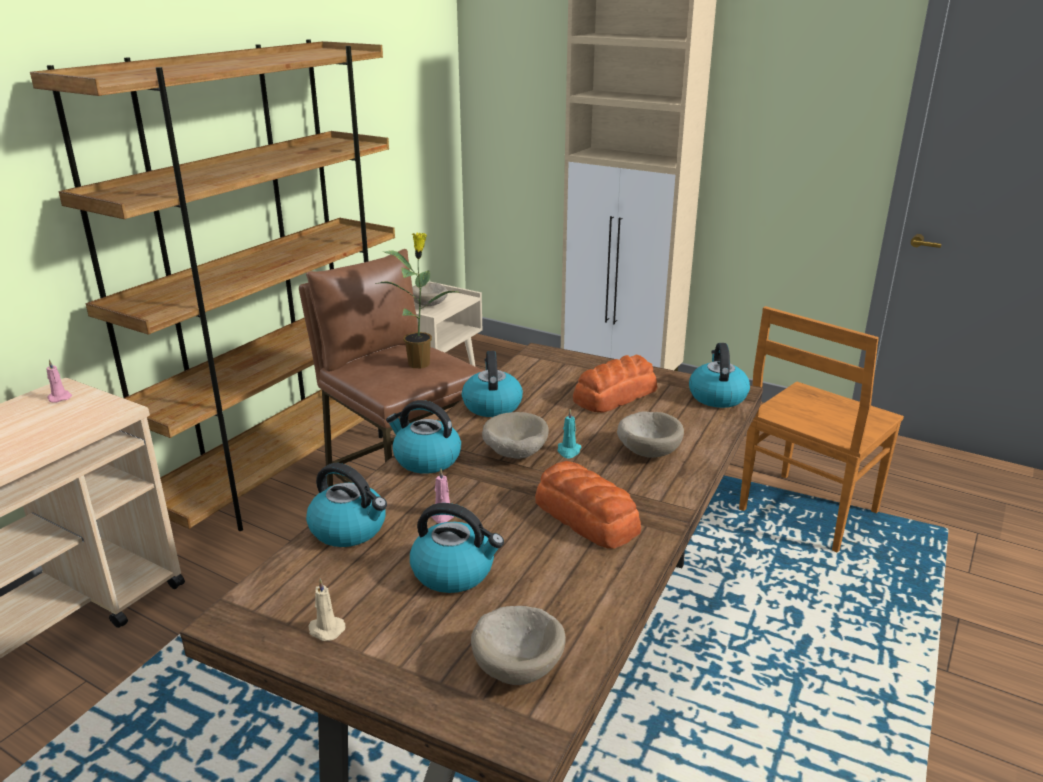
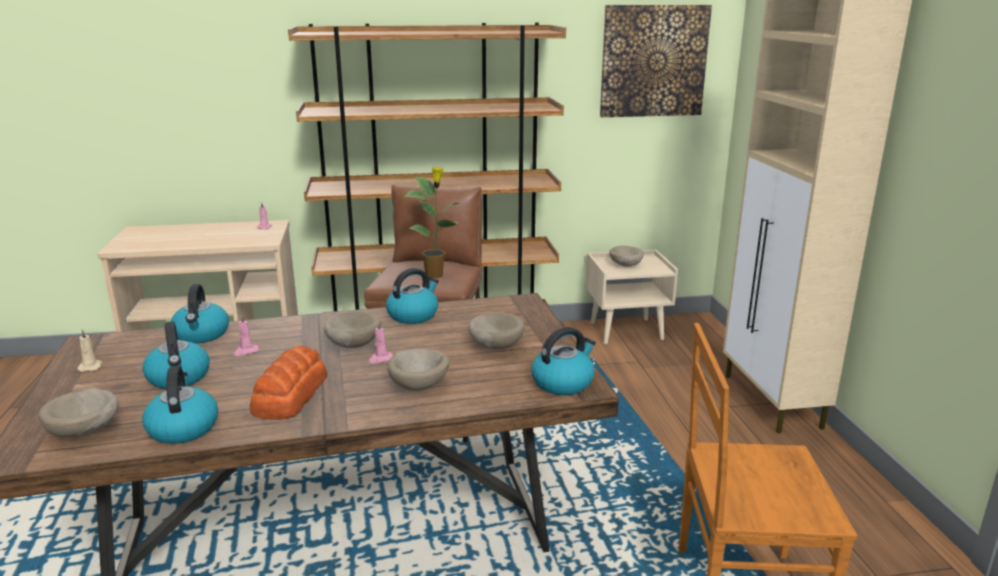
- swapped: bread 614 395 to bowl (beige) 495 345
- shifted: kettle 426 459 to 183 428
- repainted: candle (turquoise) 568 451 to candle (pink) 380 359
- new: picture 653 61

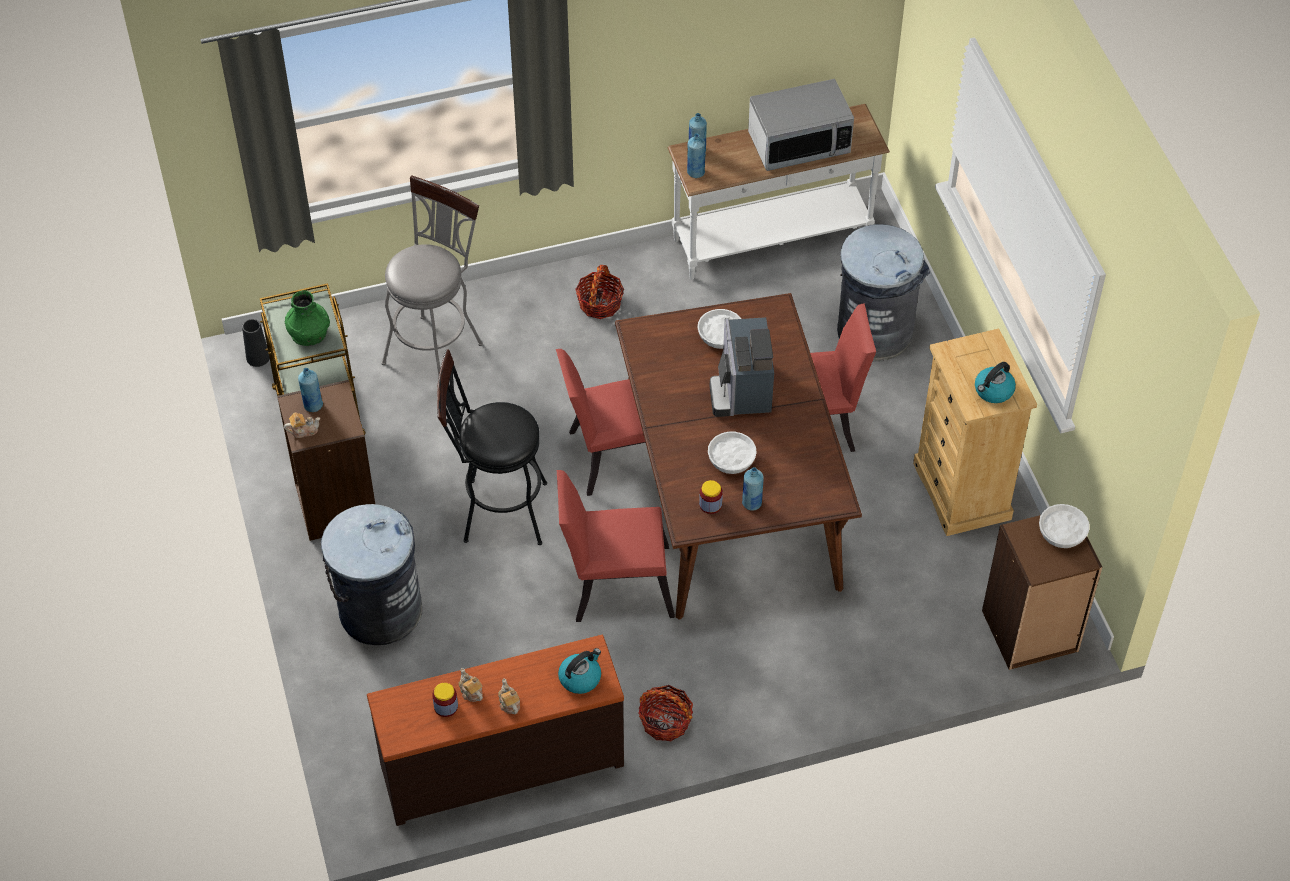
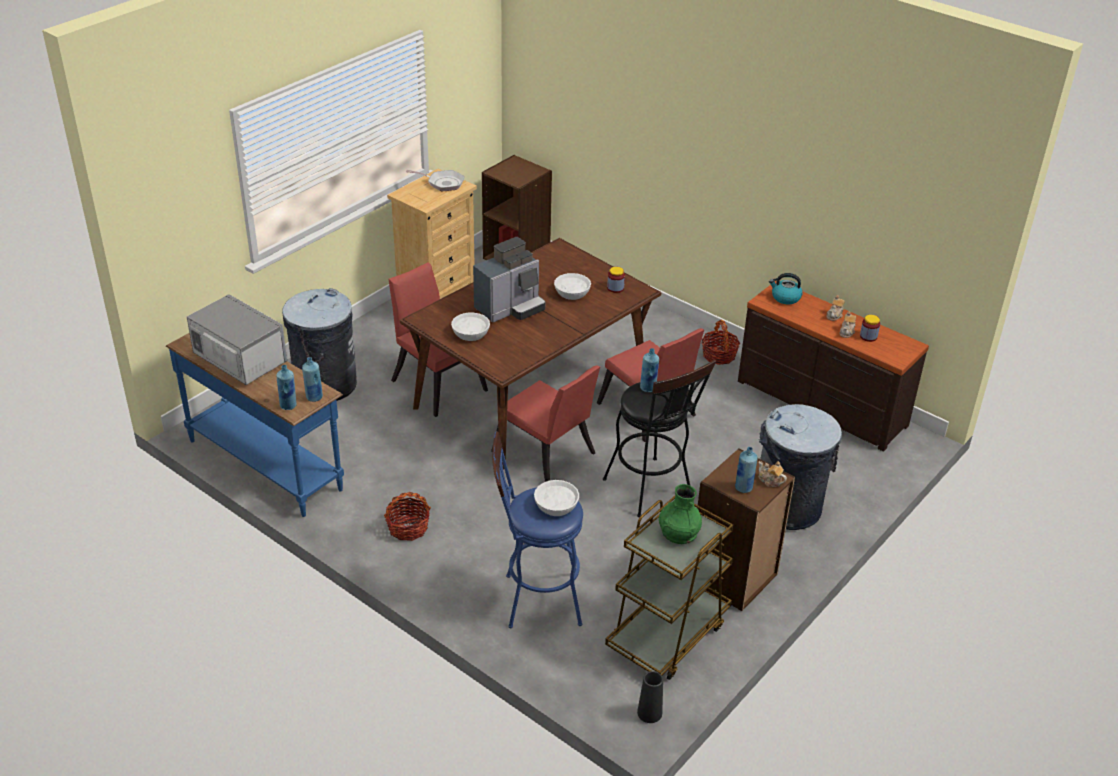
- repainted: console table (white) 772 241 to console table (blue) 266 464
- repainted: stool (grey) 437 347 to stool (blue) 535 600
- swapped: kettle 993 391 to frying pan 443 183
- shifted: bottle (blue) 751 503 to 648 388
- shifted: bowl (white) 1062 532 to 555 505

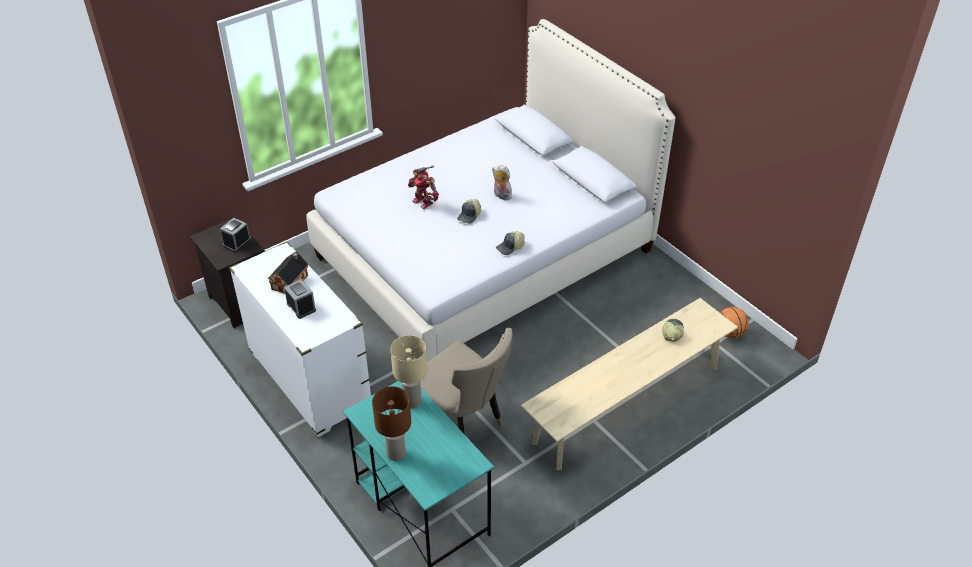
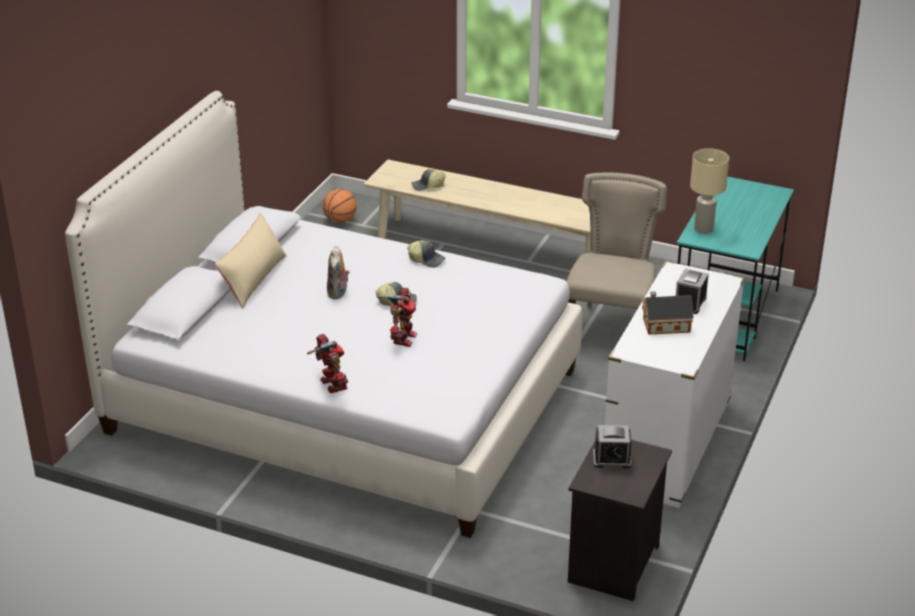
- gone: table lamp (brown) 395 453
- new: pillow (beige) 253 279
- new: toy robot 331 385

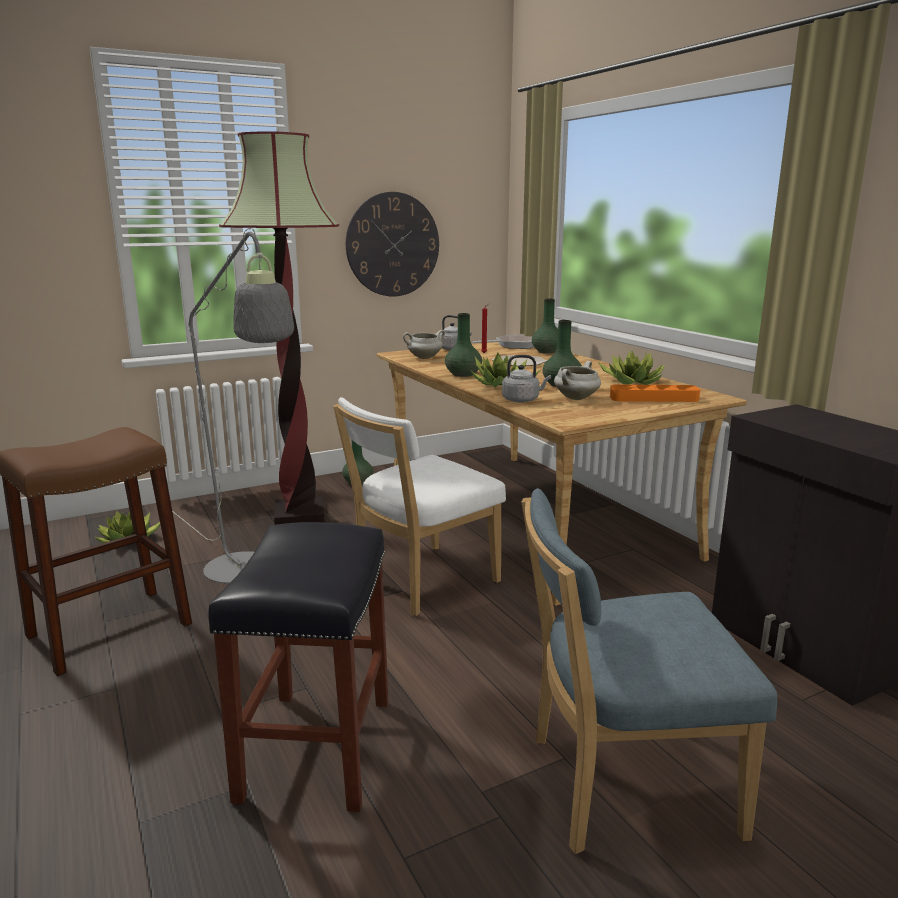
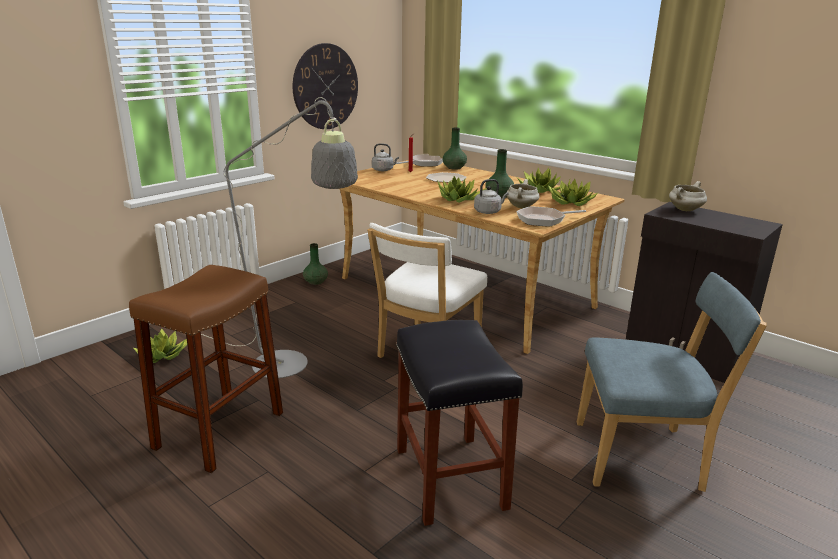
- gone: floor lamp 300 516
- gone: vase (green) 463 374
- shifted: cooking pot (white) 424 358 to 685 210
- swapped: tray (orange) 654 398 to potted plant 569 202
- rotated: chair (blue) 621 785 = 644 457 150 degrees counterclockwise
- new: frying pan 544 220

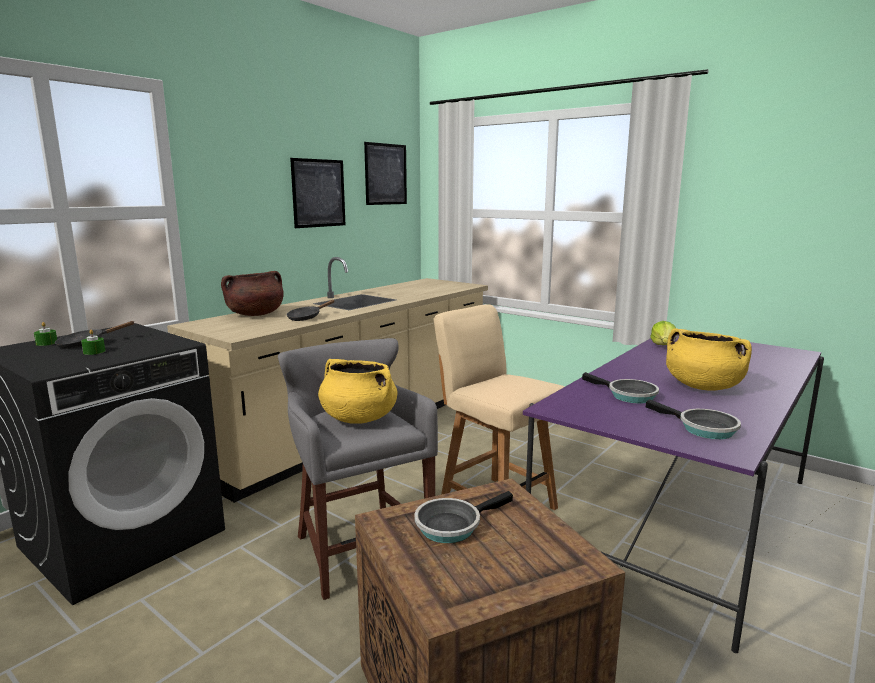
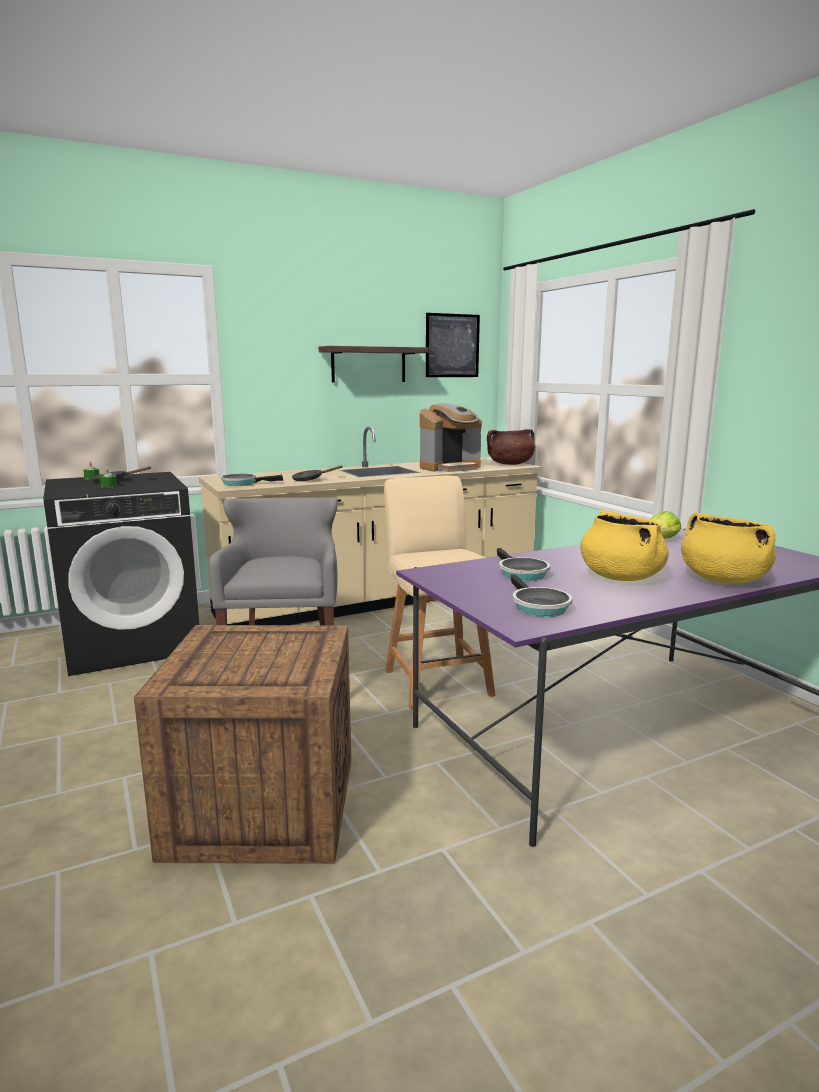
- swapped: picture 318 193 to shelf 368 364
- shifted: cooking pot (brown) 255 314 to 510 464
- shifted: cooking pot (yellow) 358 418 to 722 579
- shifted: frying pan 452 525 to 242 483
- new: coffee machine 450 468

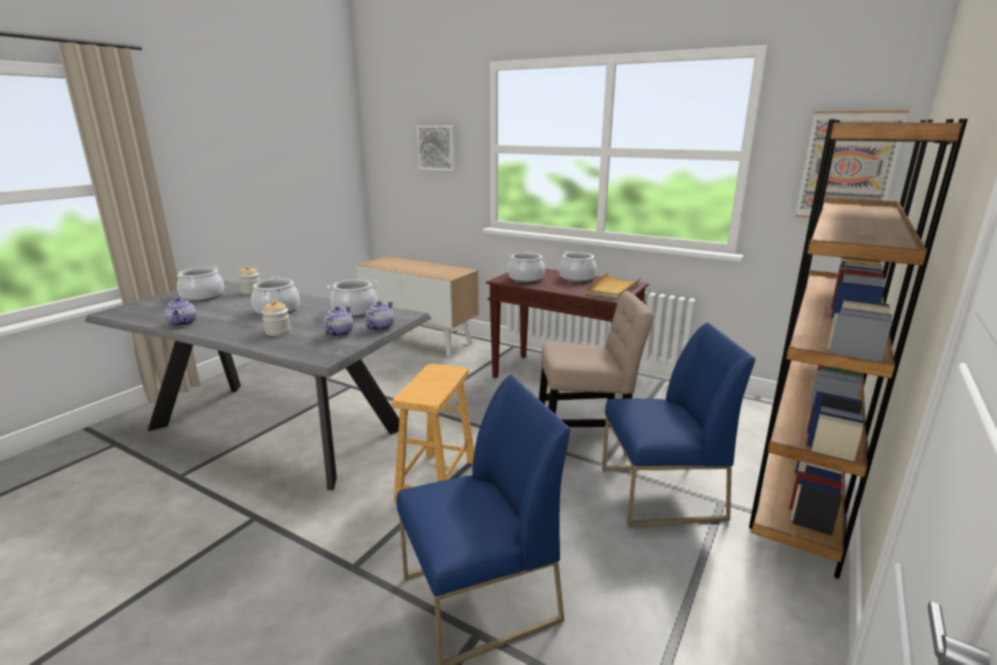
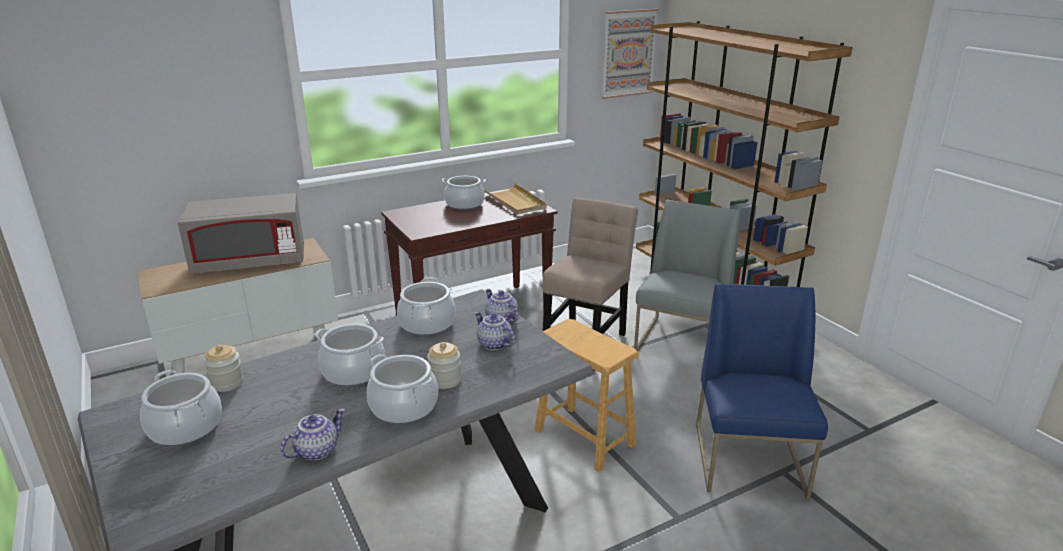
- gone: picture 437 147
- shifted: cooking pot 525 278 to 403 407
- rotated: teapot 183 323 = 316 450 60 degrees counterclockwise
- repainted: chair (blue) 660 494 to chair (grey) 681 342
- new: microwave (grey) 251 262

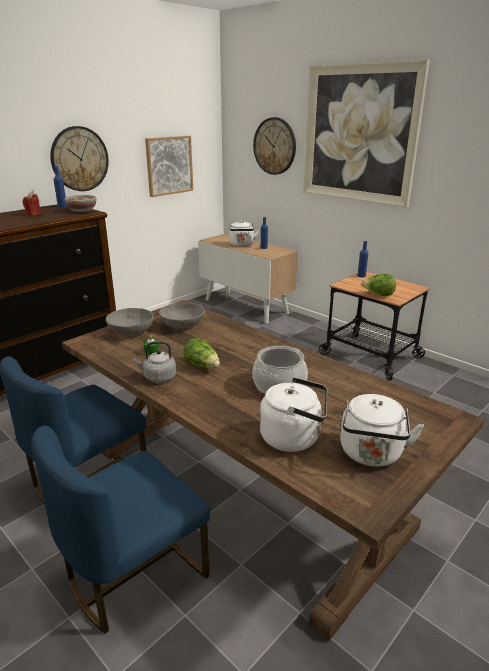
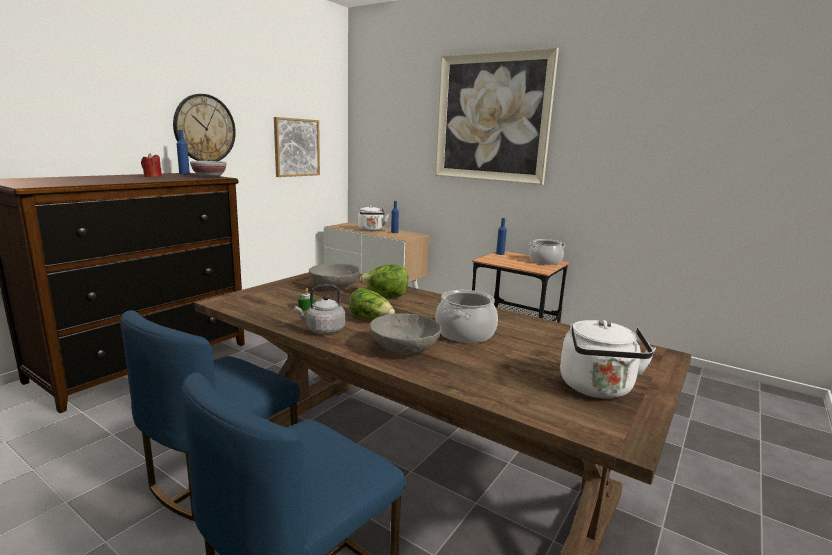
- gone: wall clock 274 146
- shifted: lettuce 378 295 to 385 296
- shifted: bowl (grey) 131 331 to 404 348
- gone: kettle (white) 294 437
- new: cooking pot 545 261

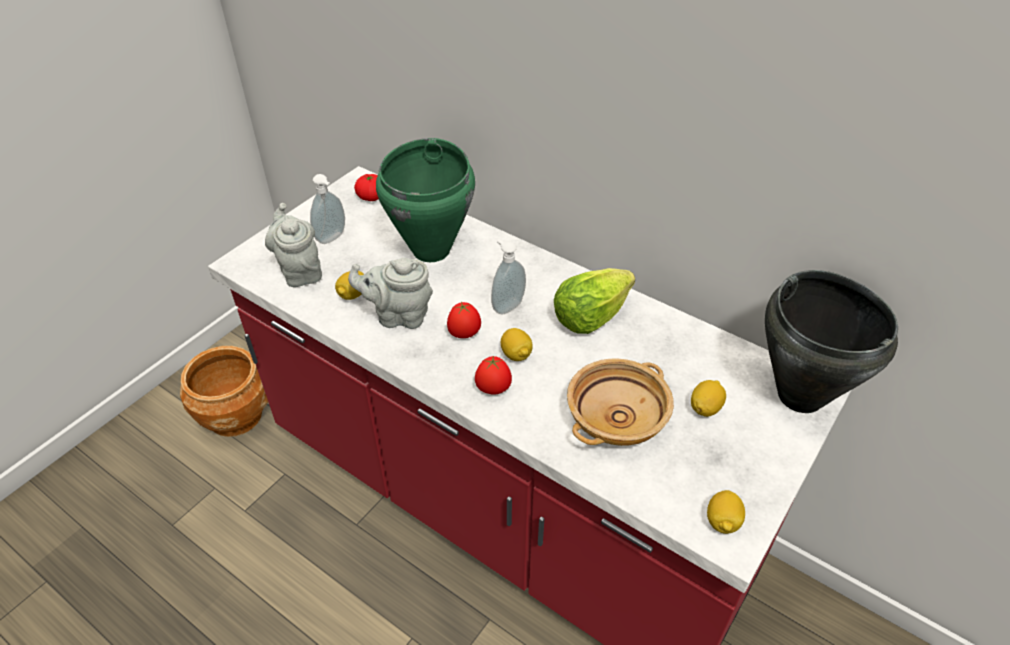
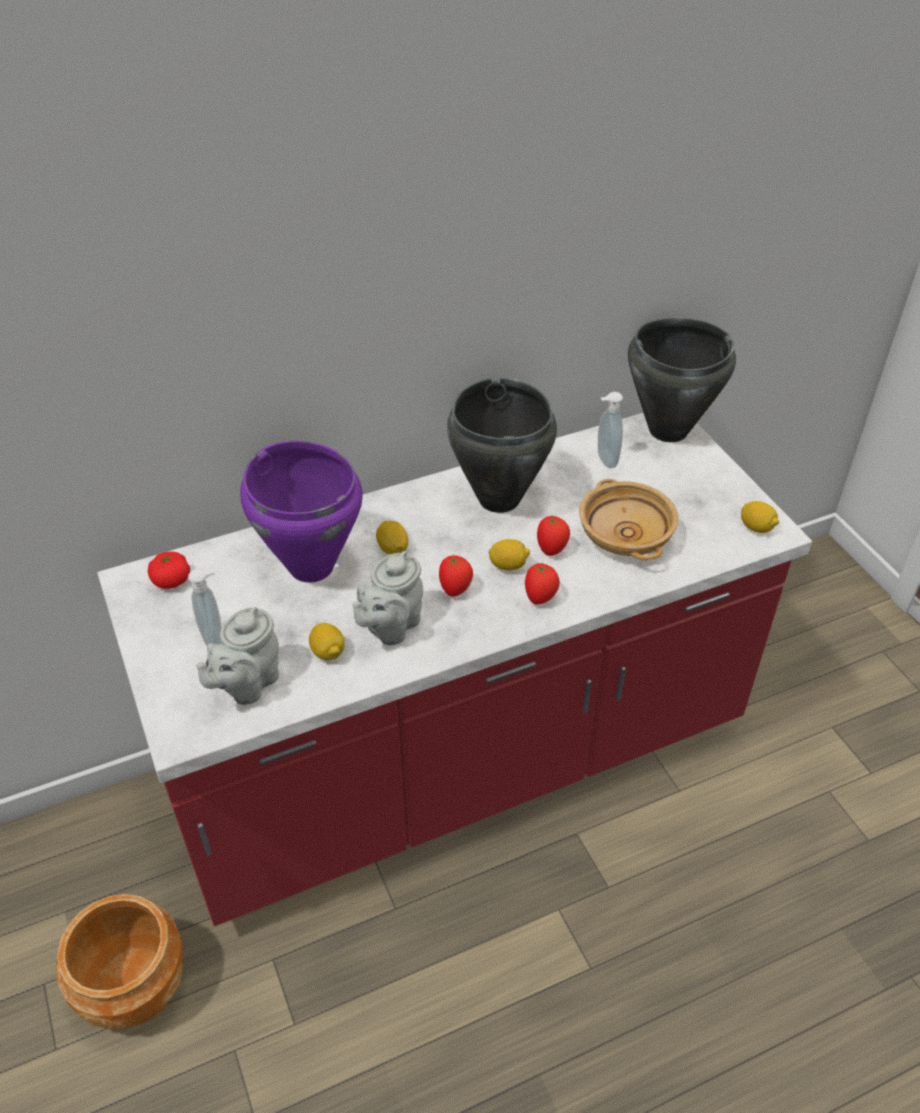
- repainted: cooking pot (green) 432 250 to cooking pot (purple) 311 565
- rotated: teapot (grey) 300 270 = 247 684 60 degrees counterclockwise
- shifted: soap dispenser 507 305 to 605 460
- swapped: lettuce 590 317 to cooking pot (black) 498 499
- shifted: lemon 705 408 to 392 548
- new: tomato 552 549

